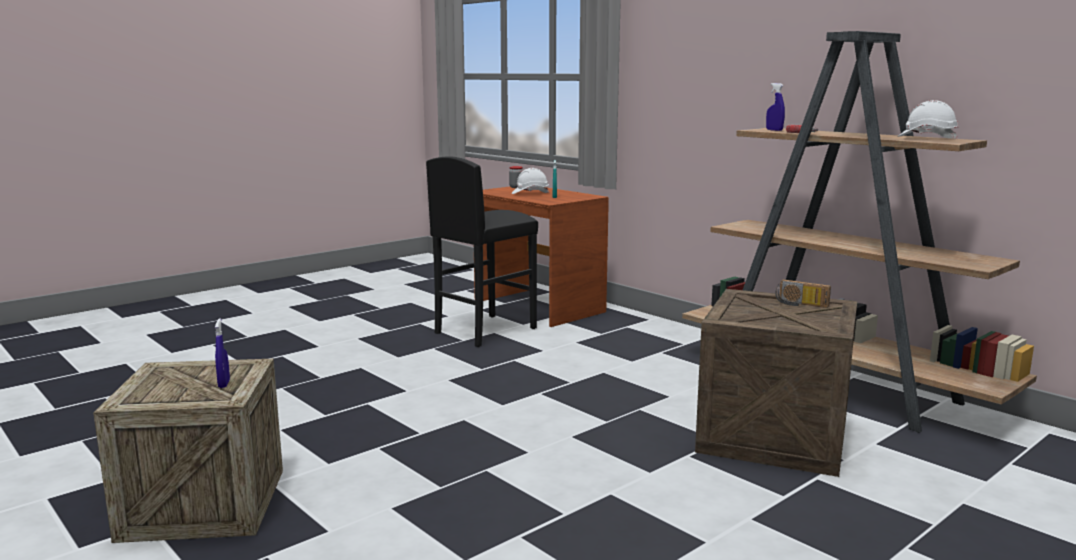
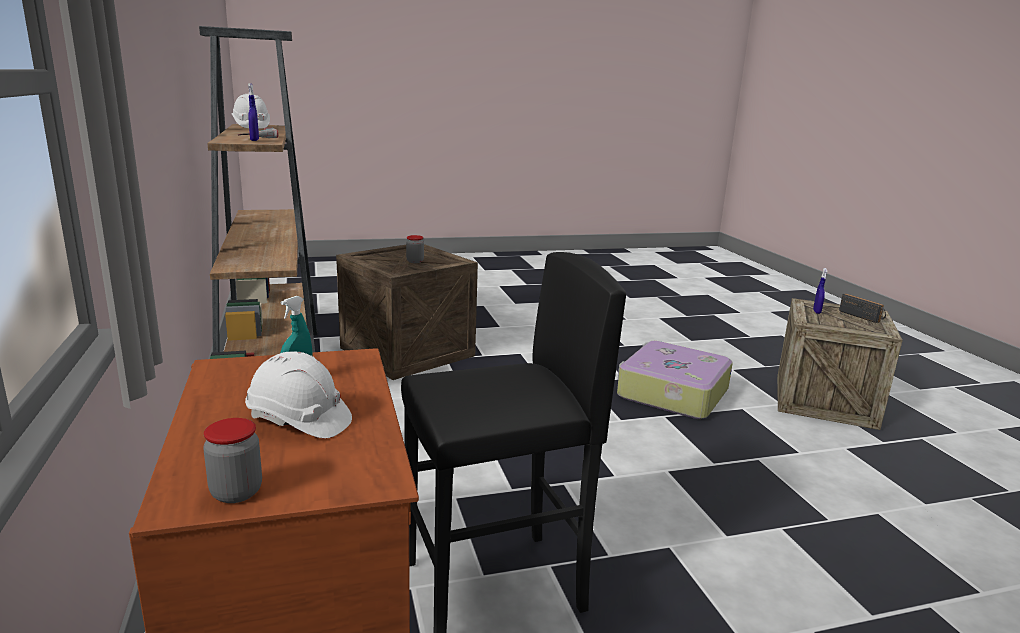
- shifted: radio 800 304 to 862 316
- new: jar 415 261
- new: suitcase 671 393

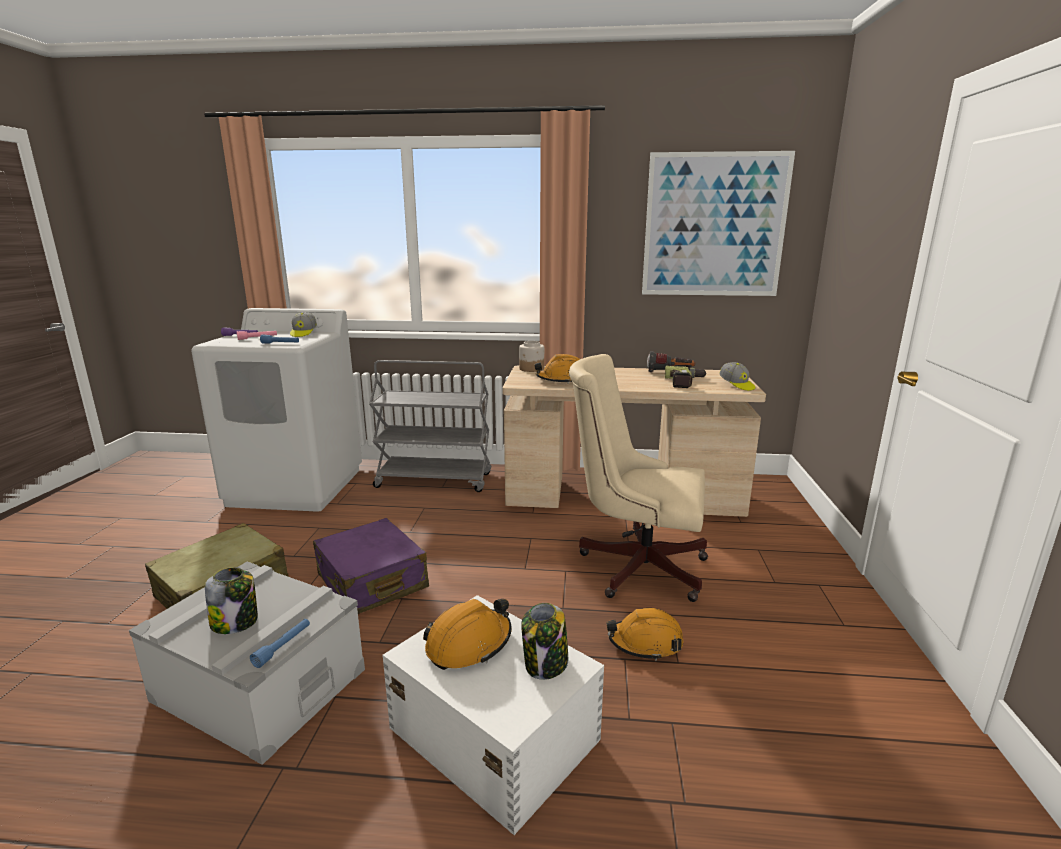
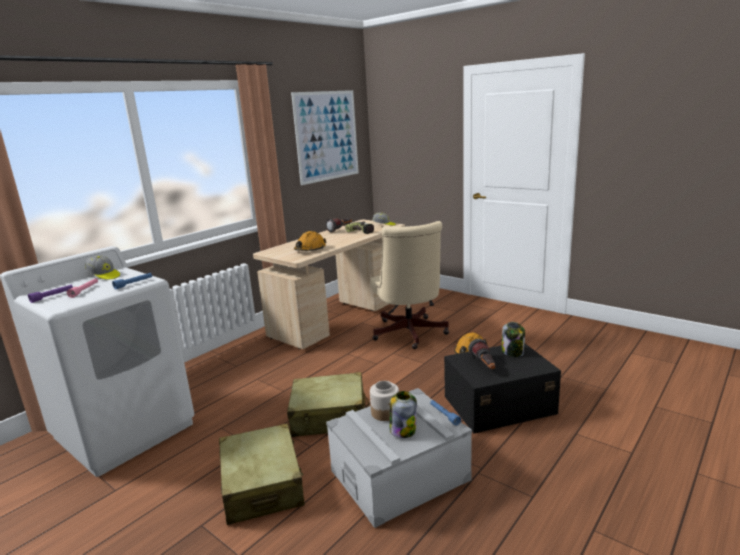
- shifted: jar 531 369 to 385 413
- rotated: office chair (beige) 635 565 = 409 335 60 degrees counterclockwise
- gone: cart (grey) 435 480
- repainted: suitcase (purple) 371 581 to suitcase (beige) 329 416
- repainted: storage box (white) 493 731 to storage box (black) 497 405
- swapped: hard hat (orange) 469 644 to flashlight 484 365

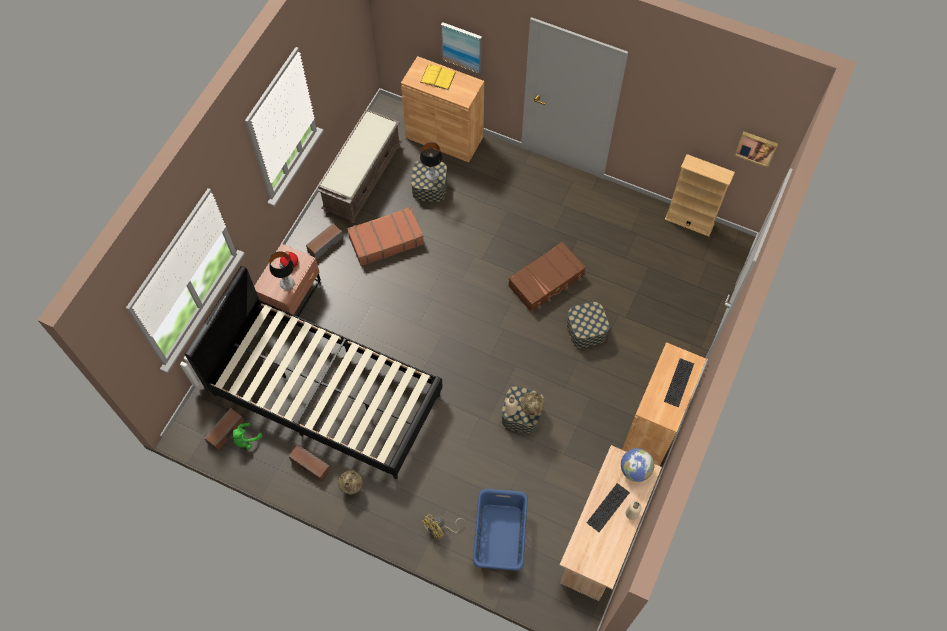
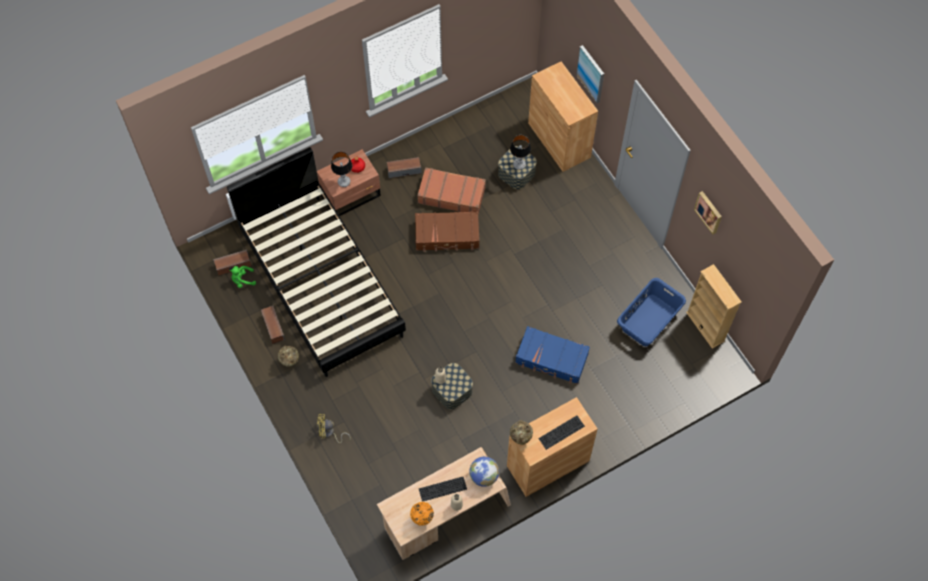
- gone: book (yellow) 438 77
- gone: bench (brown) 362 177
- shifted: picture 756 148 to 709 212
- shifted: suitcase (brown) 546 281 to 447 235
- swapped: storage box 586 330 to suitcase (blue) 551 359
- shifted: vase (beige) 531 410 to 520 438
- shifted: laundry basket (blue) 499 536 to 648 320
- new: vase (orange) 422 518

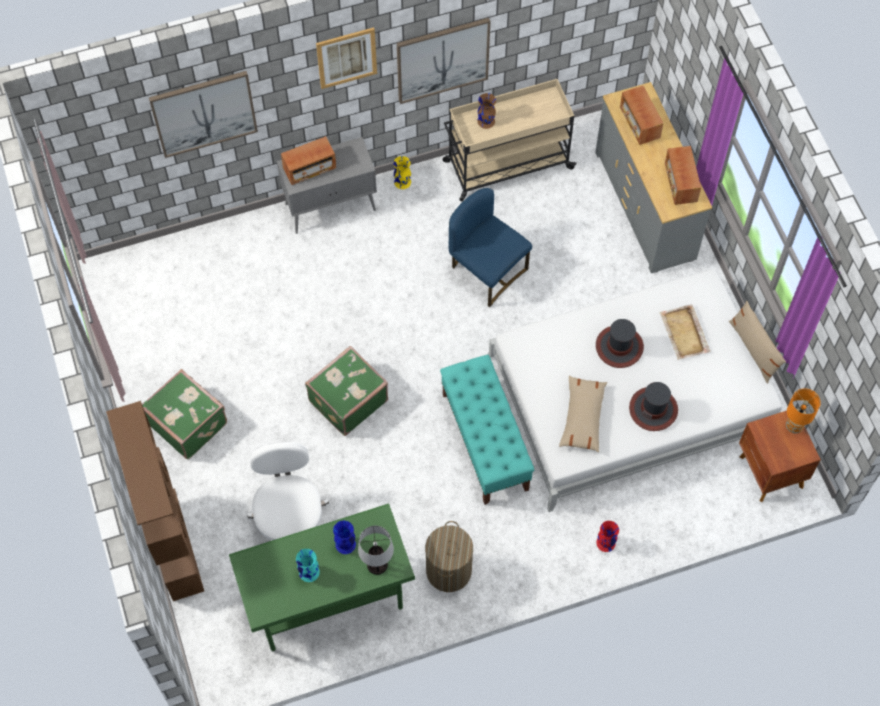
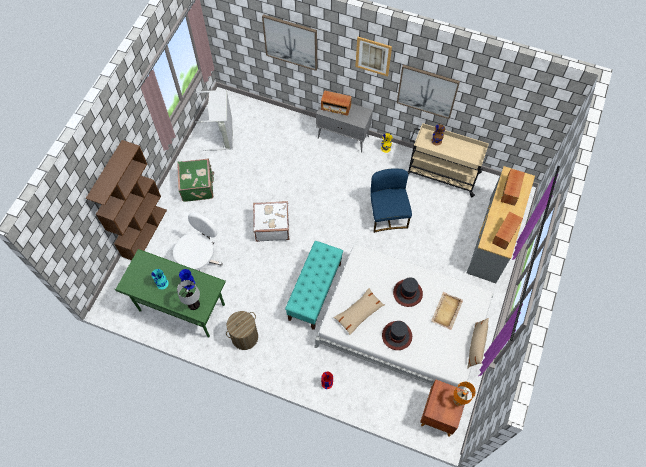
- repainted: suitcase (green) 347 400 to suitcase (white) 272 226
- new: laundry basket (grey) 222 135

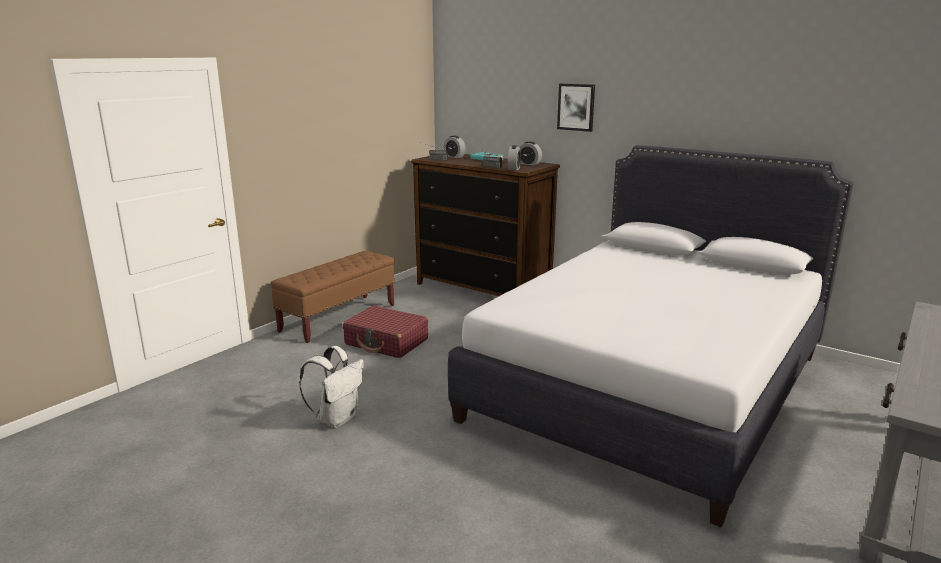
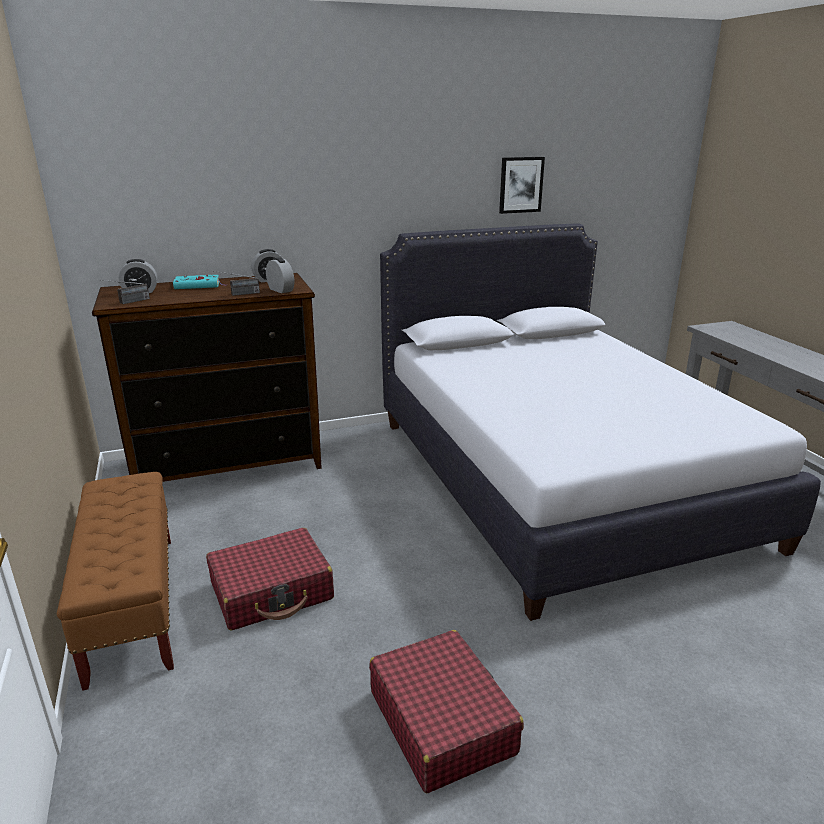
- shifted: picture 576 107 to 520 185
- swapped: backpack (white) 337 418 to suitcase (red) 441 721

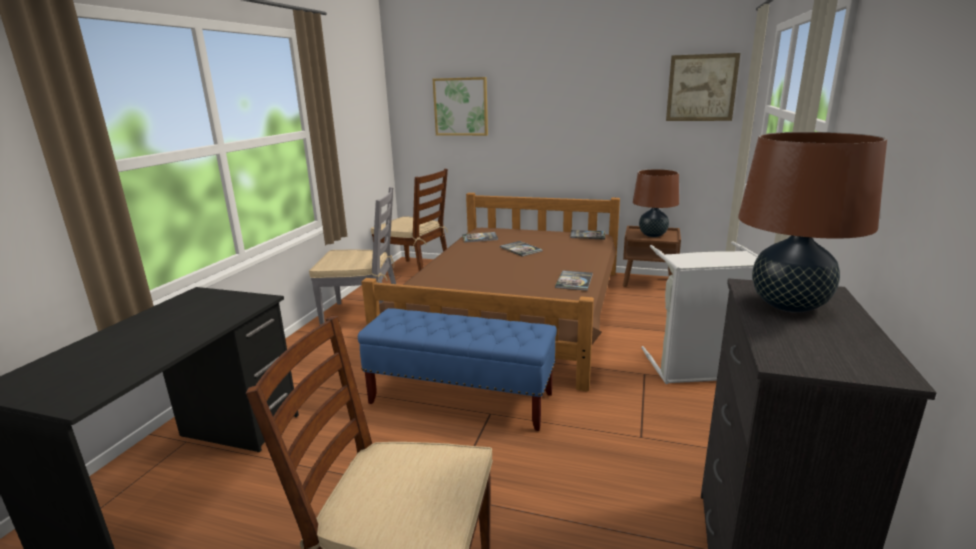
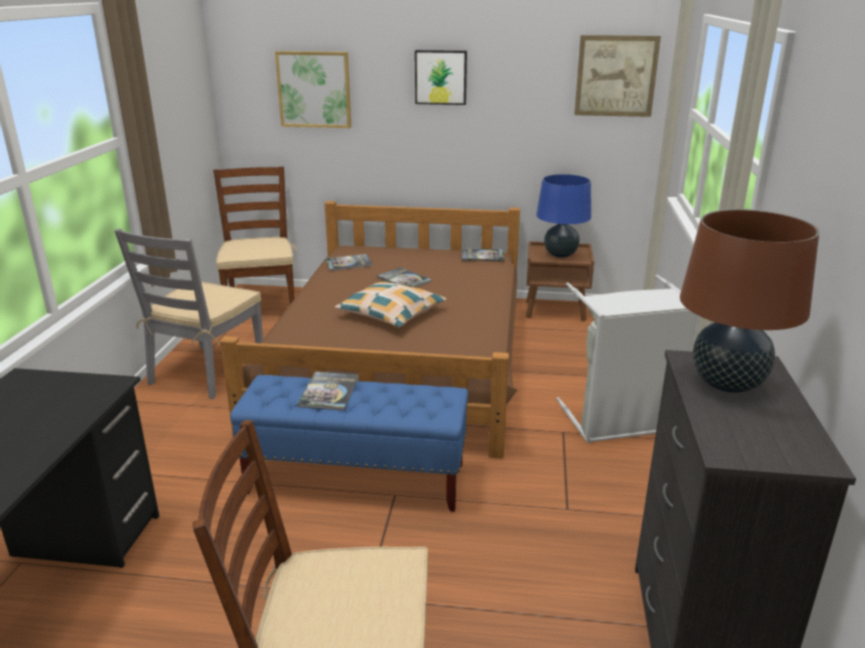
- rotated: chair (brown) 415 271 = 261 305 120 degrees counterclockwise
- repainted: table lamp (brown) 652 235 to table lamp (blue) 560 254
- rotated: chair (grey) 363 314 = 207 371 120 degrees clockwise
- shifted: book 574 281 to 329 391
- new: picture 441 77
- new: pillow 391 313

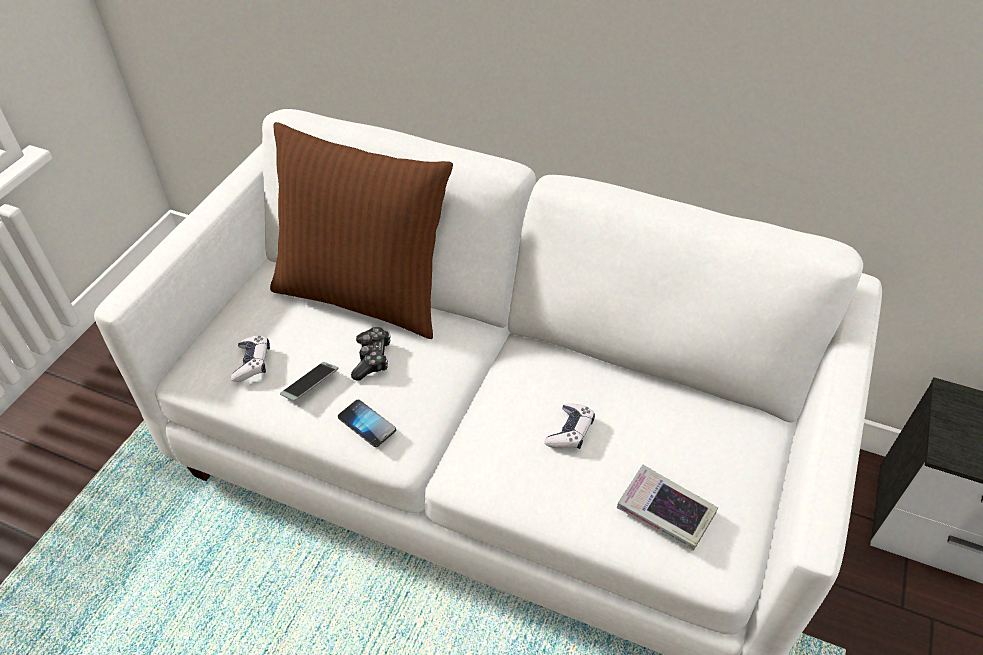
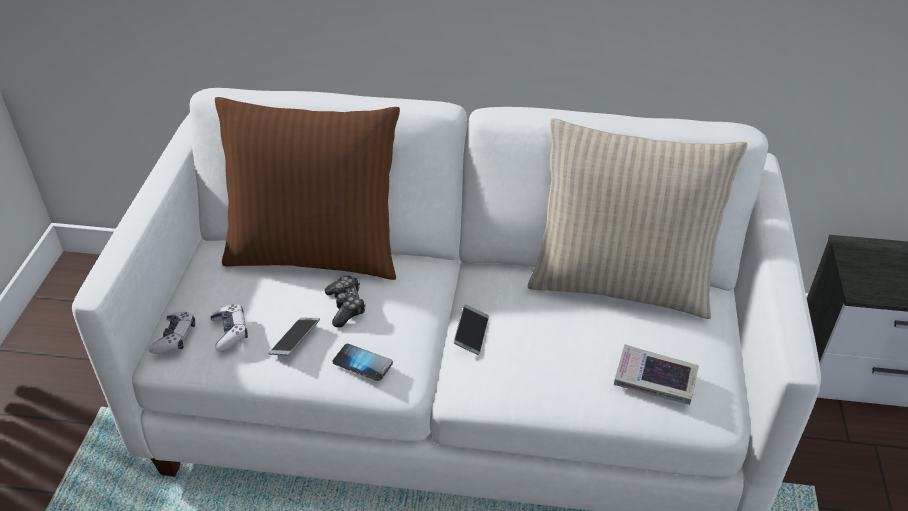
- shifted: game controller 570 432 to 175 338
- new: pillow (beige) 620 282
- new: phone 471 333

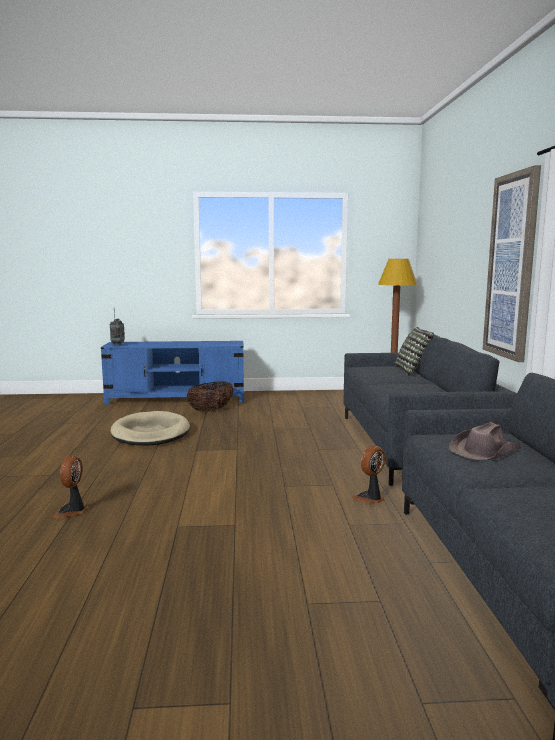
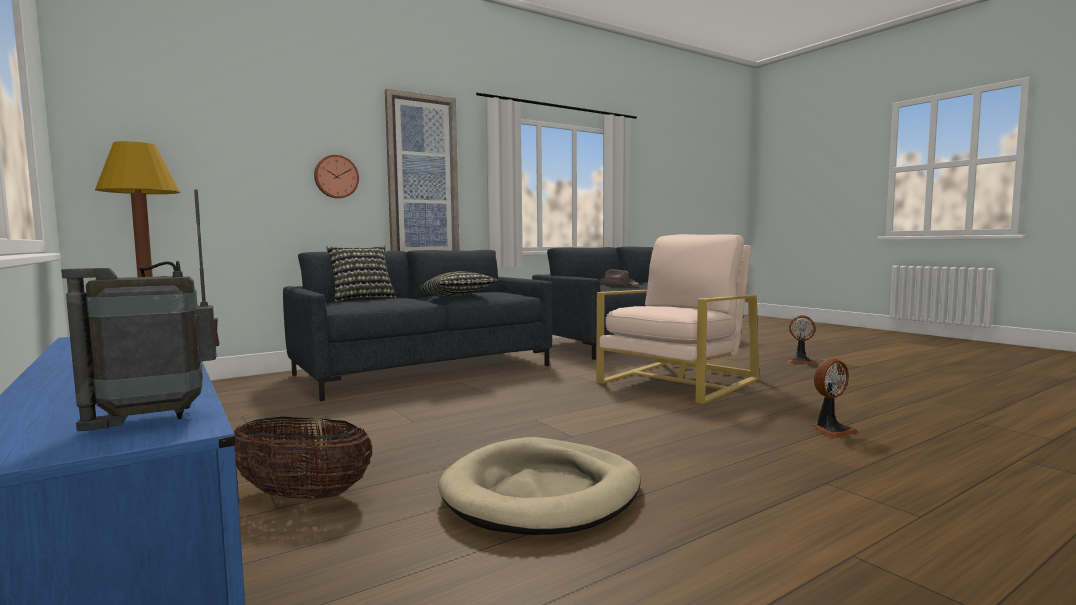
- shifted: fan 370 498 to 801 361
- new: wall clock 336 177
- new: armchair (beige) 677 381
- new: pillow 458 296

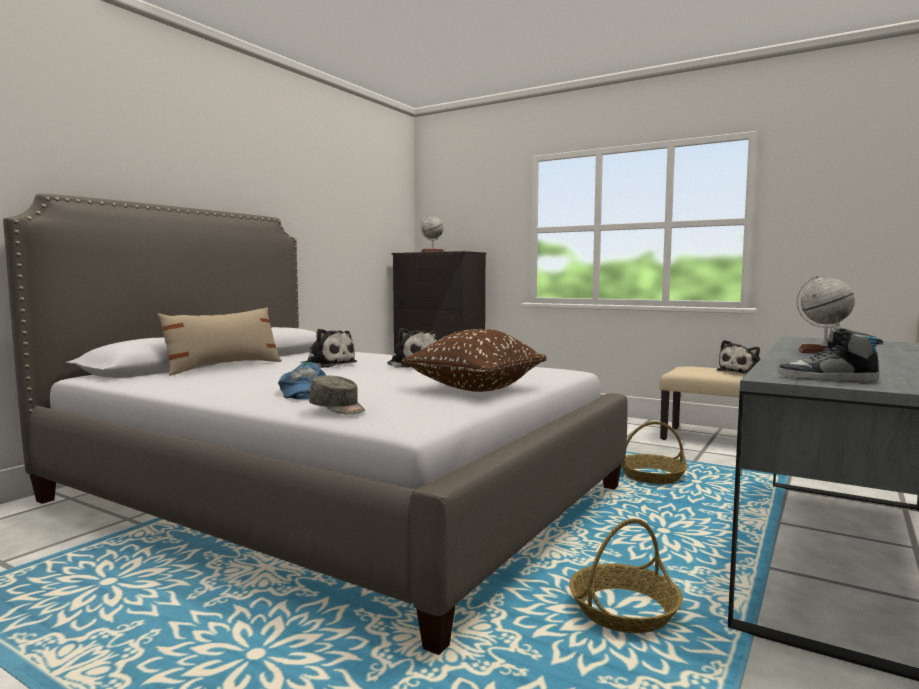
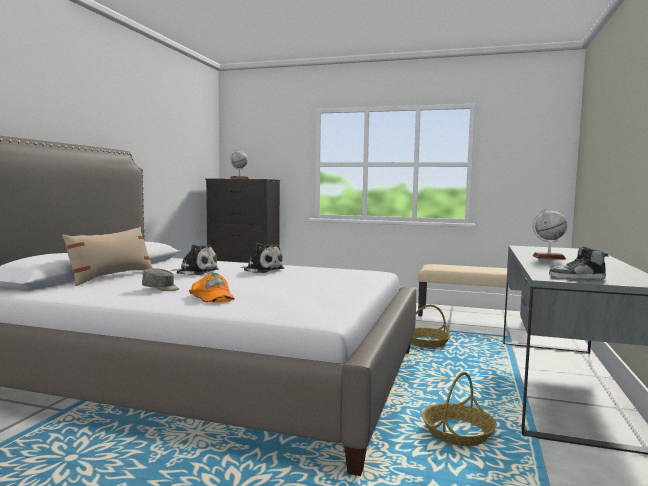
- gone: pillow (brown) 475 389
- gone: plush toy 742 372
- repainted: cap (blue) 303 392 to cap (orange) 212 296
- shifted: cap (grey) 338 408 to 161 288

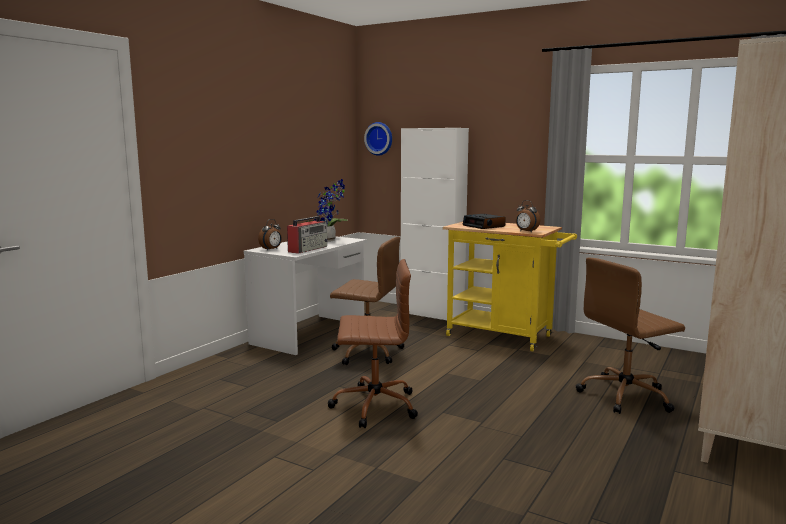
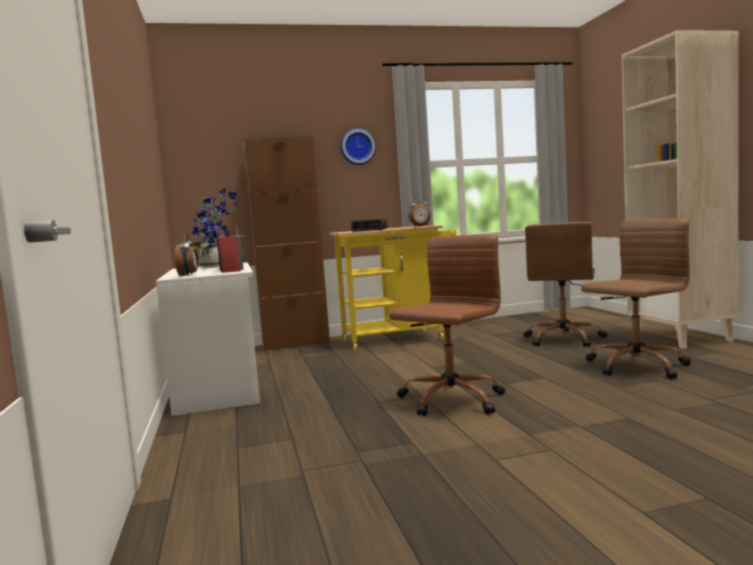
- shifted: wall clock 379 138 to 357 147
- repainted: cabinet (white) 432 314 to cabinet (brown) 296 344
- shifted: office chair (brown) 366 352 to 635 366

